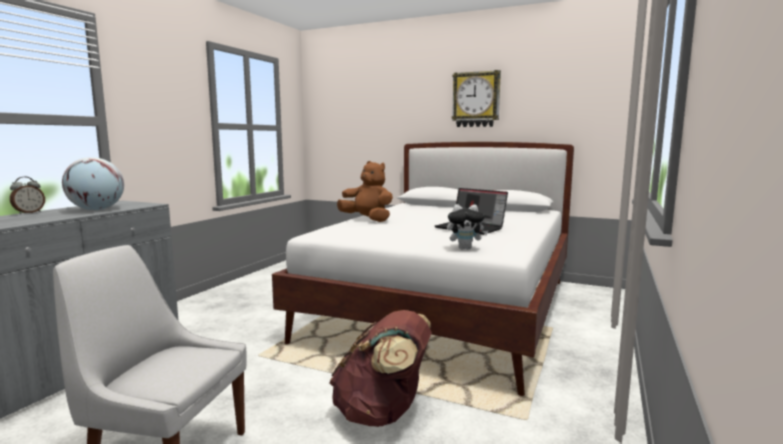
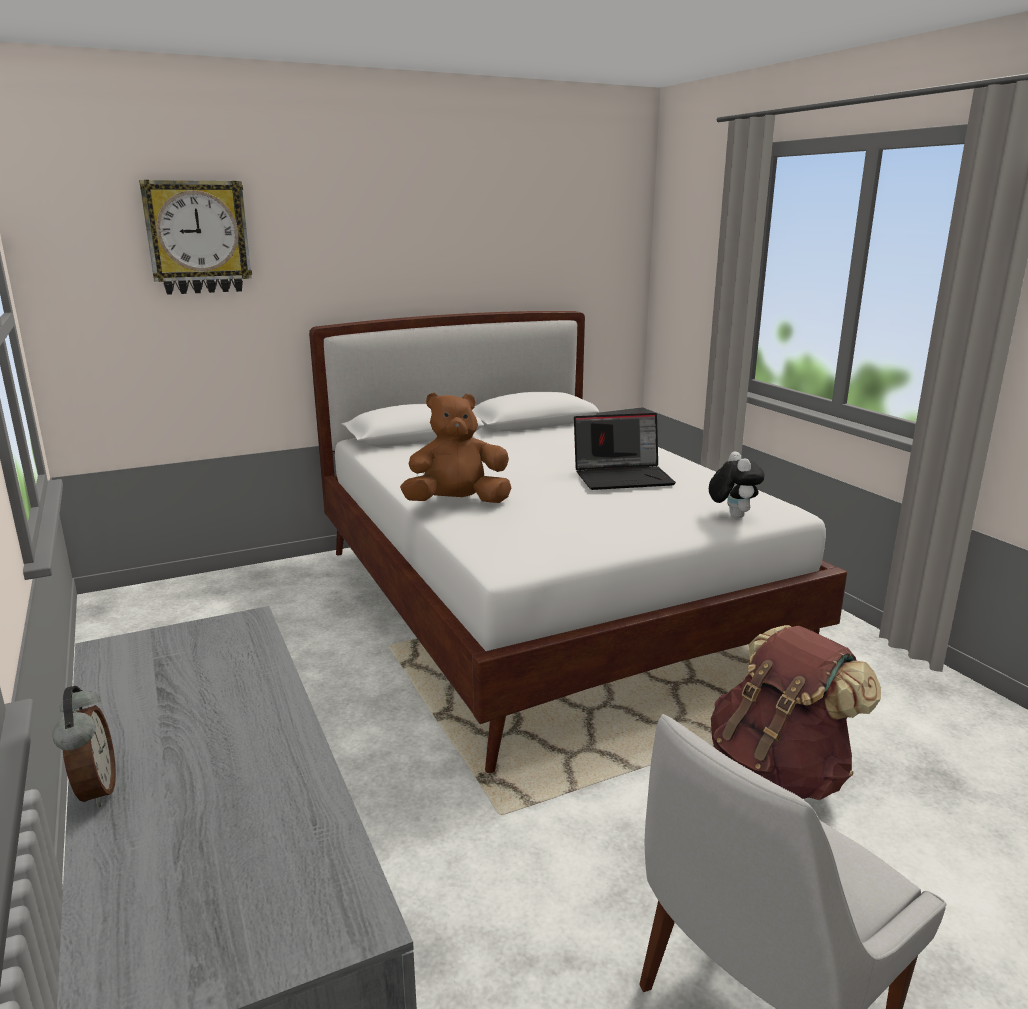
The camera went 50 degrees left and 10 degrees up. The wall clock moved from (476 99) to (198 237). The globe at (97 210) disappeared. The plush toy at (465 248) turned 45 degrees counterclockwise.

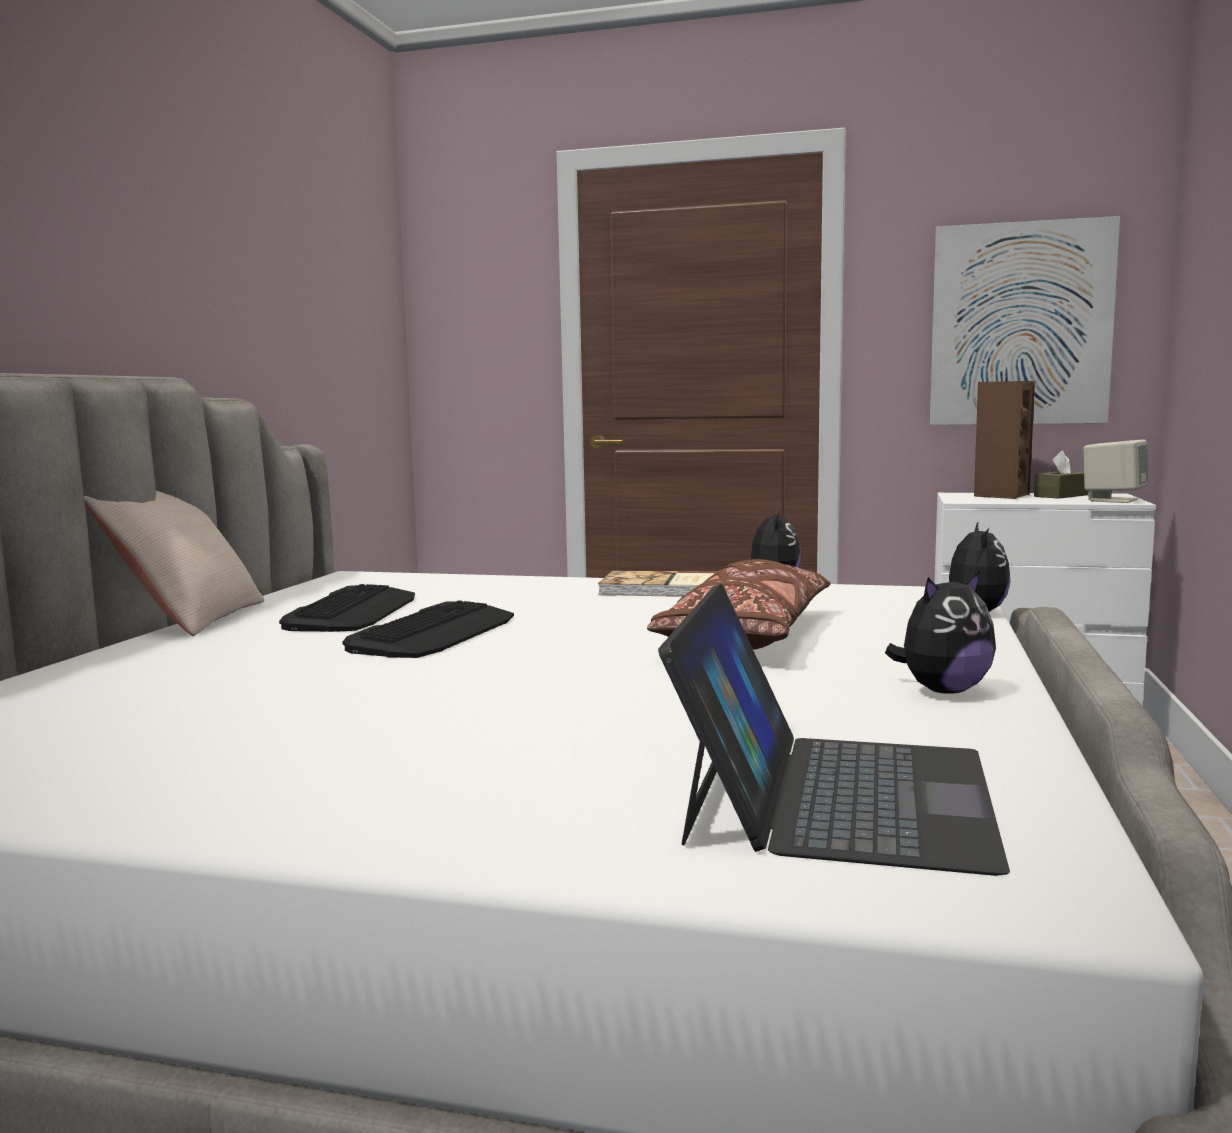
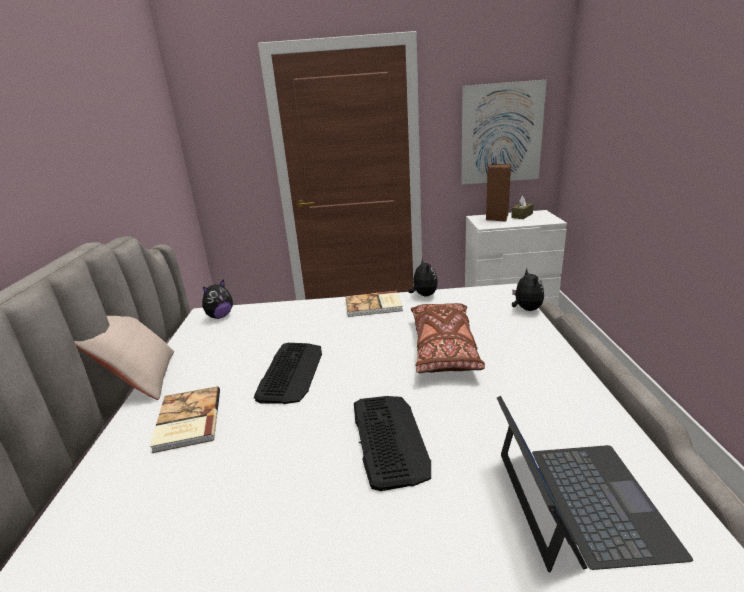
The camera went 15 degrees left and 15 degrees up. The beige speaker at (1113 500) disappeared. The plush toy moved from (943 690) to (220 316). The keyboard moved from (353 611) to (389 438). The book at (186 421) appeared.

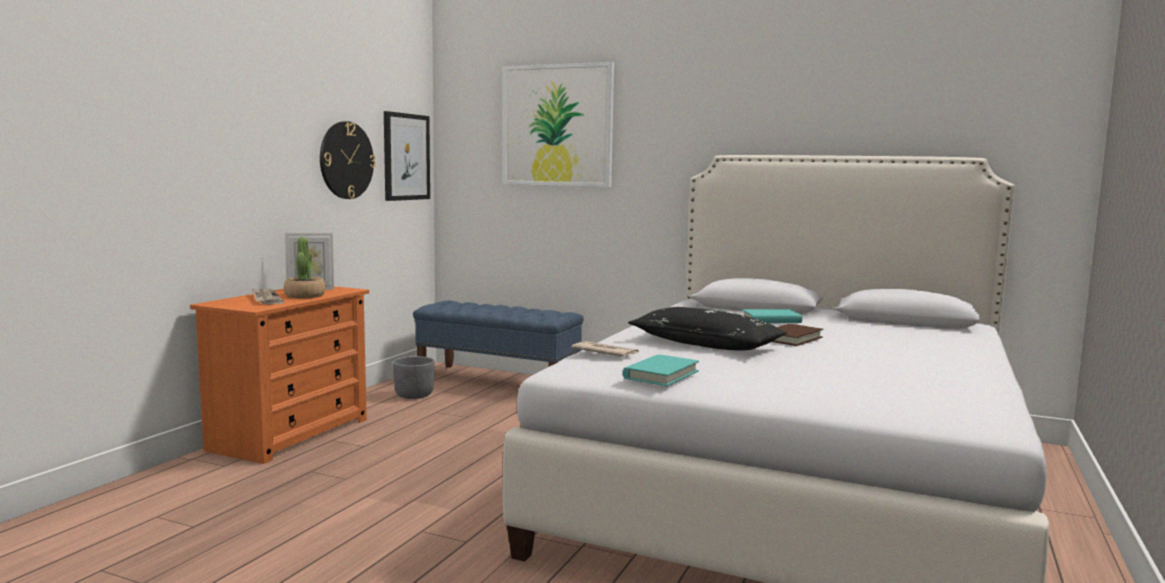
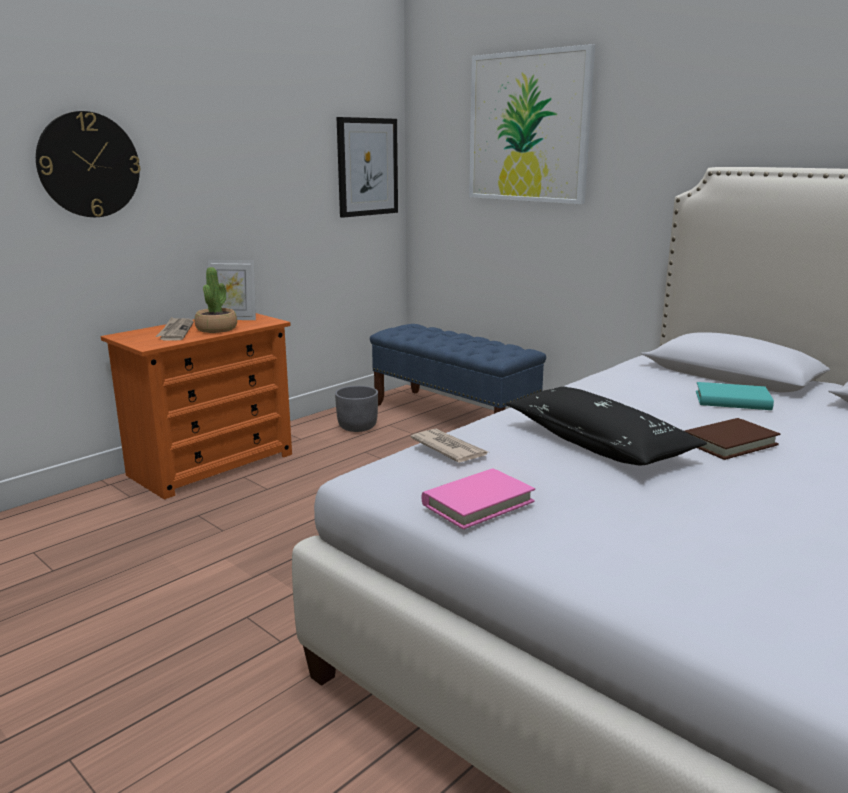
The camera went 20 degrees right and 10 degrees up. The wall clock moved from (346 160) to (89 165). The turquoise book at (661 375) became the pink book at (478 503).

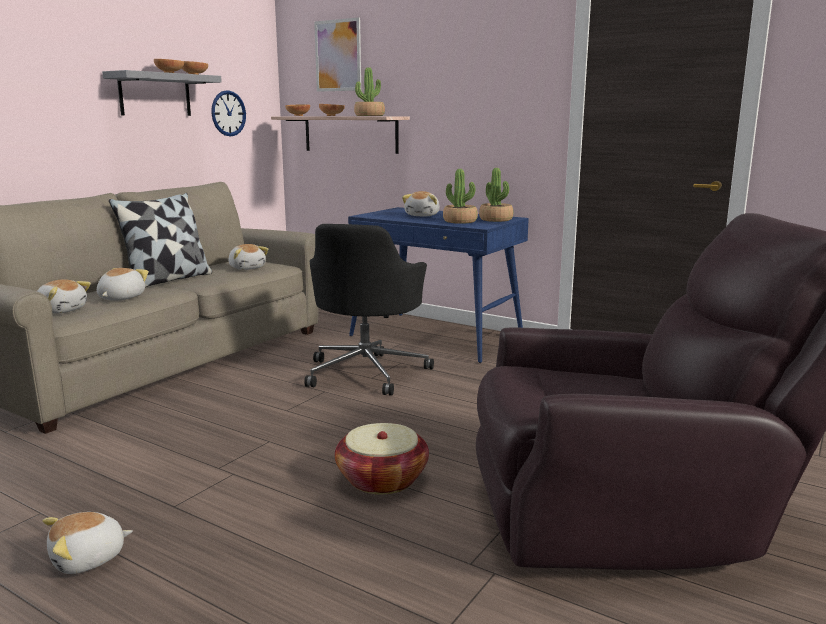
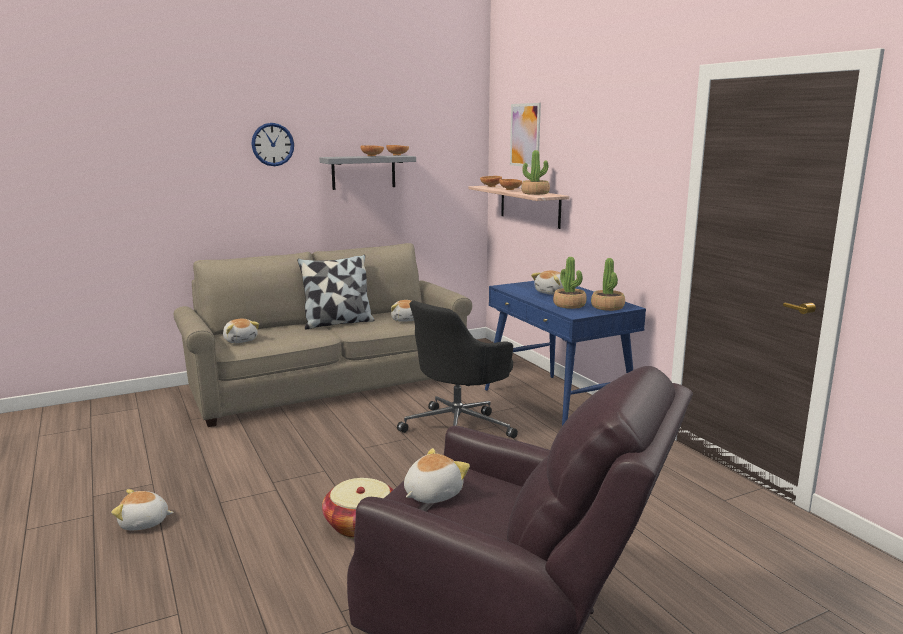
The camera went 30 degrees right and 0 degrees up. The wall clock moved from (228 113) to (272 144). The plush toy moved from (120 298) to (431 494).

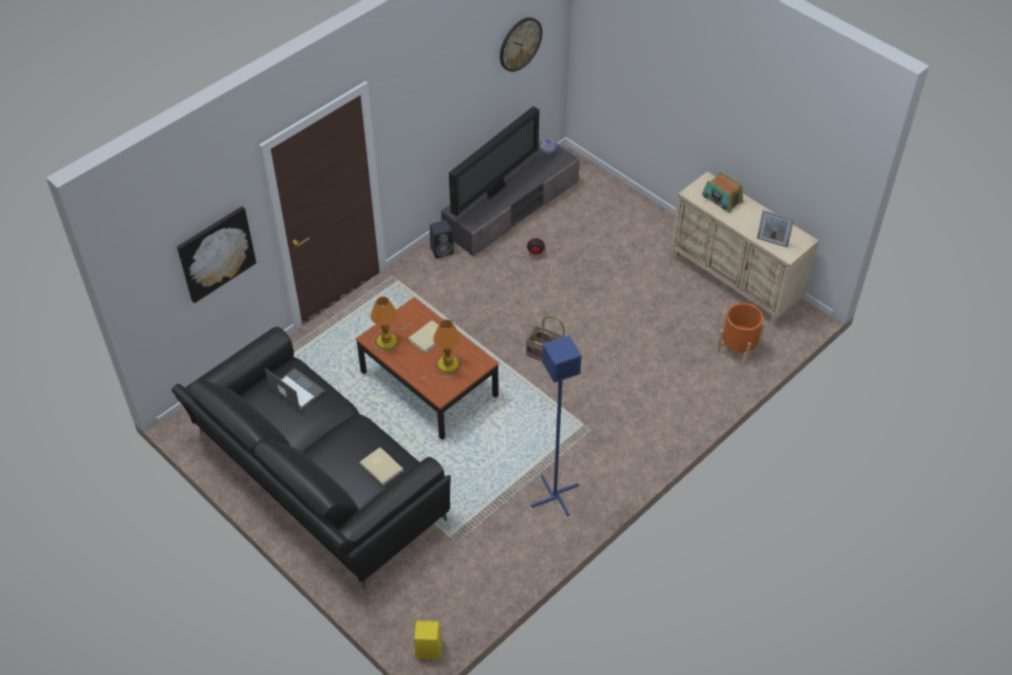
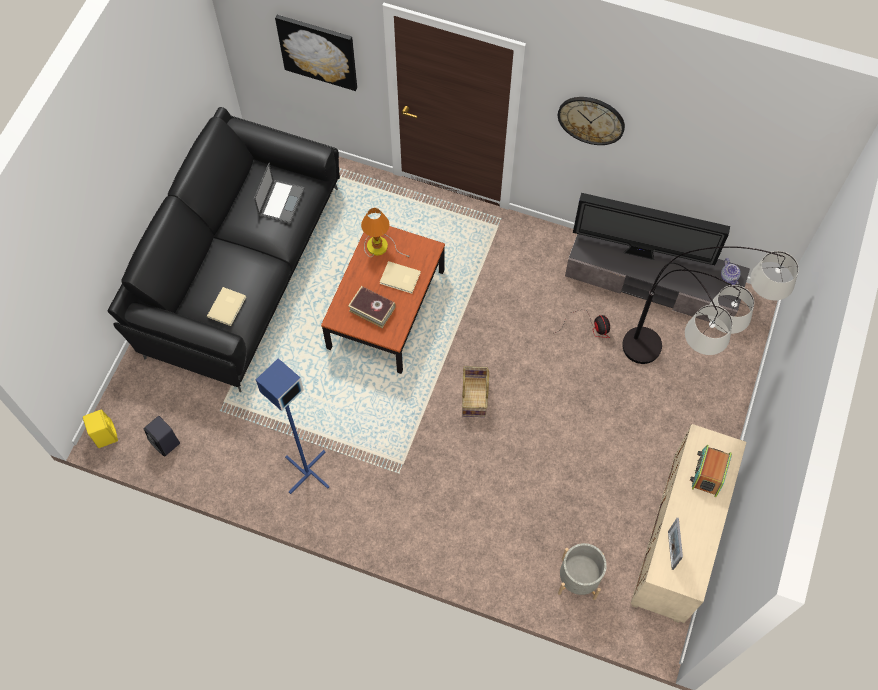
The camera went 65 degrees right and 15 degrees up. The wall clock moved from (520 44) to (591 120). The black speaker moved from (442 250) to (166 443). The orange planter at (738 348) became the grey planter at (578 578). The table lamp at (447 366) was replaced by the book at (372 309). The floor lamp at (676 380) appeared.

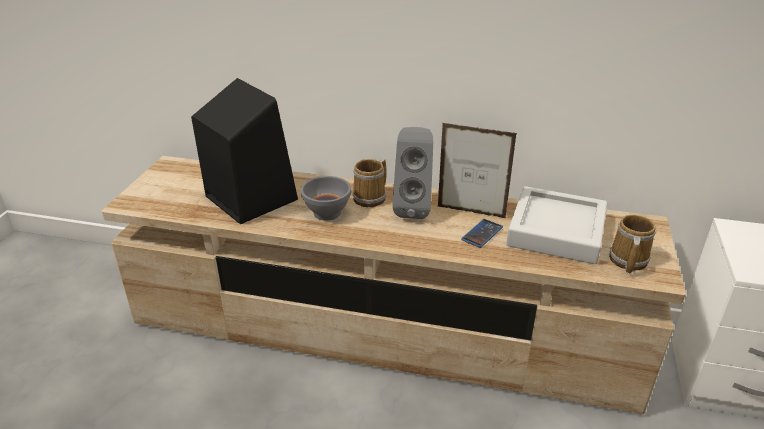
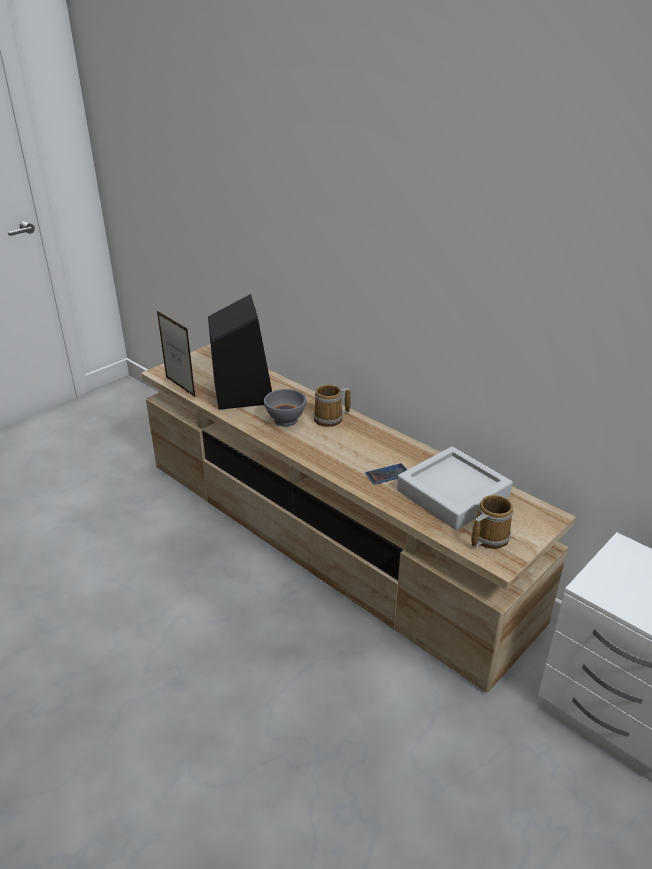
The camera went 30 degrees right and 0 degrees up. The picture frame moved from (471 212) to (180 387). The grey speaker at (413 208) disappeared.

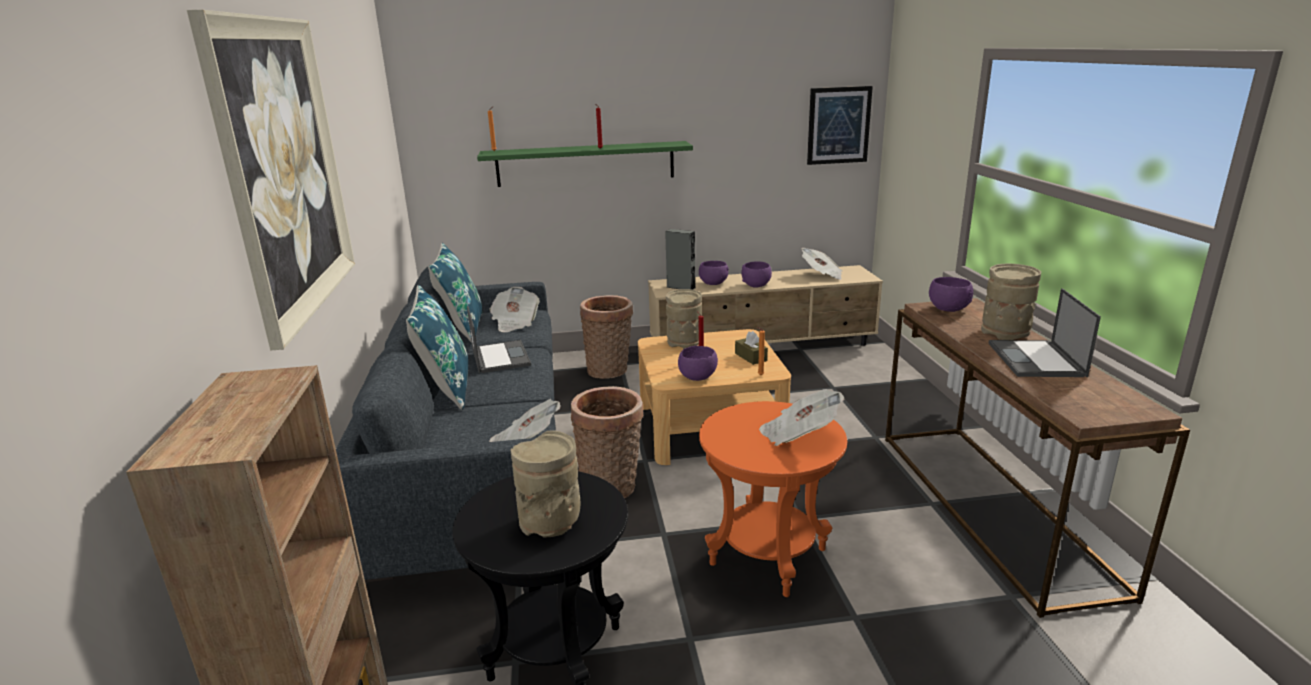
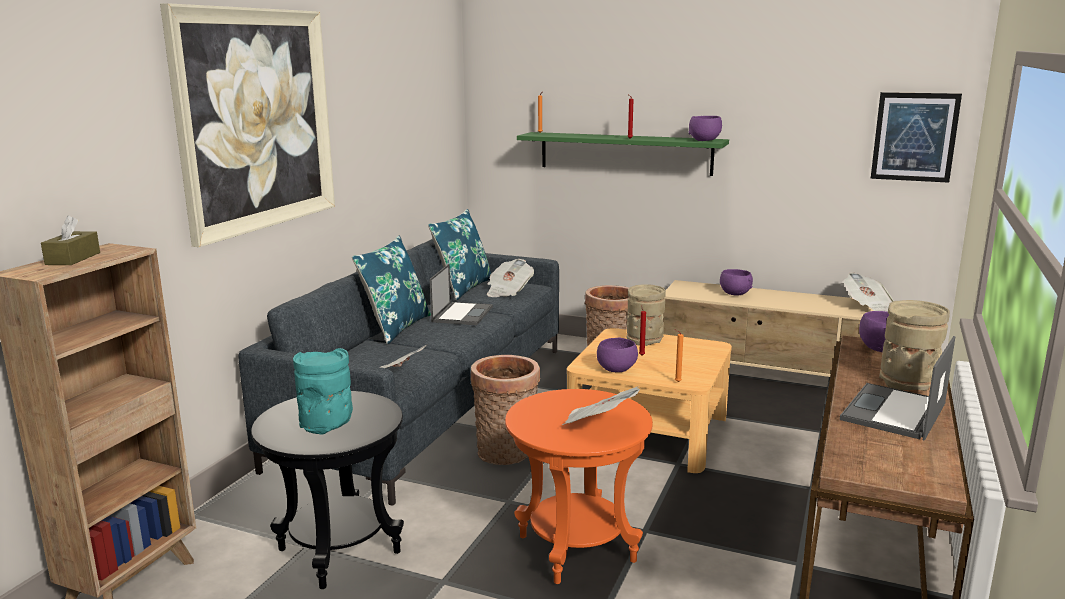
The camera went 30 degrees right and 5 degrees down. The grey speaker at (681 287) disappeared. The purple bowl moved from (756 285) to (704 140). The brown tissue box moved from (750 357) to (73 258). The beige vase at (551 524) became the turquoise vase at (326 426).

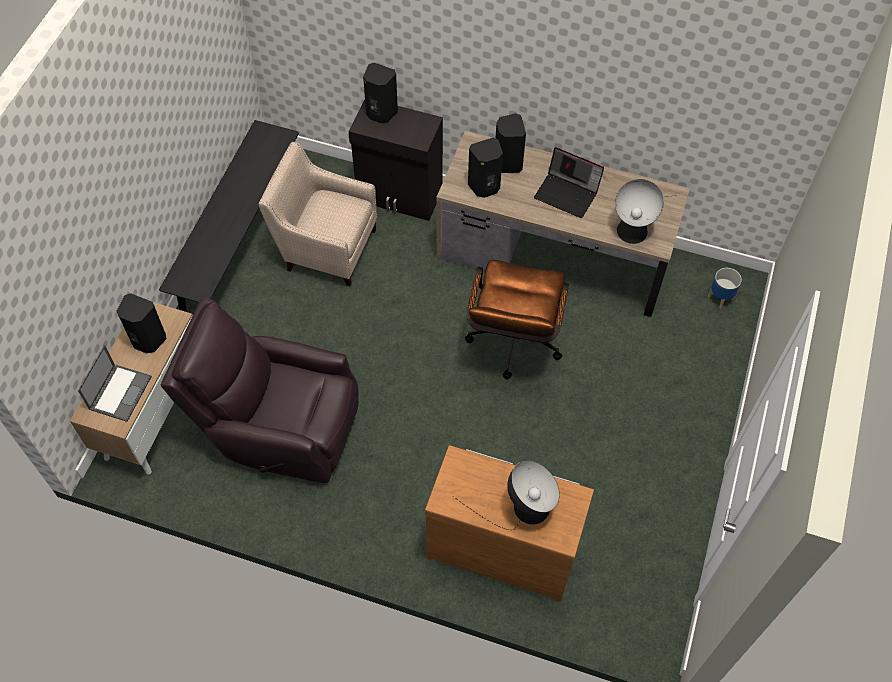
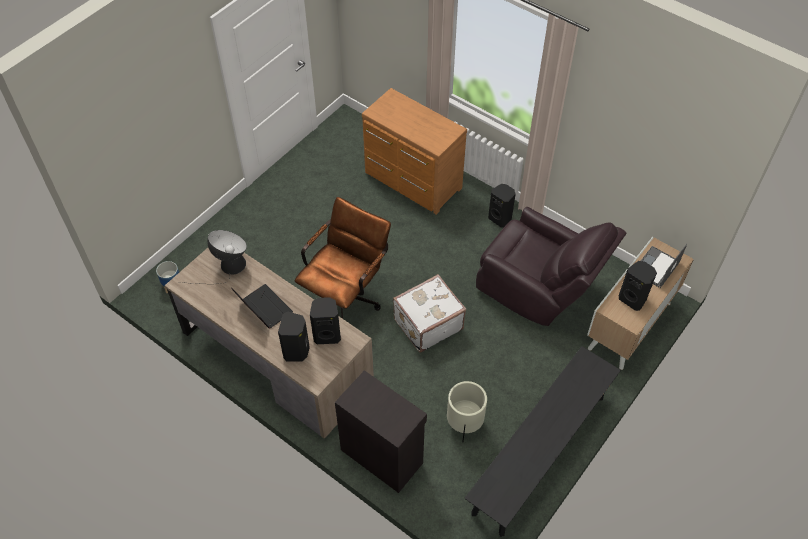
The camera went 160 degrees left and 5 degrees down. The black speaker moved from (380 113) to (500 218). The beige armchair at (326 246) was replaced by the beige planter at (464 424). The table lamp at (524 508) disappeared. The white suitcase at (427 323) appeared.

